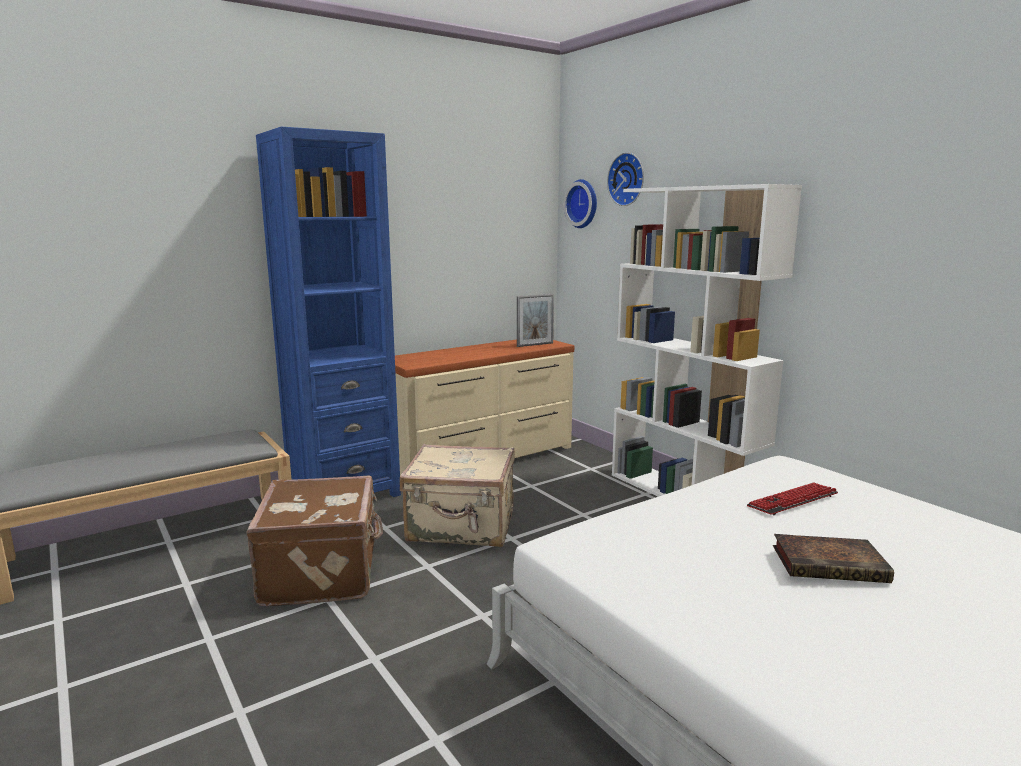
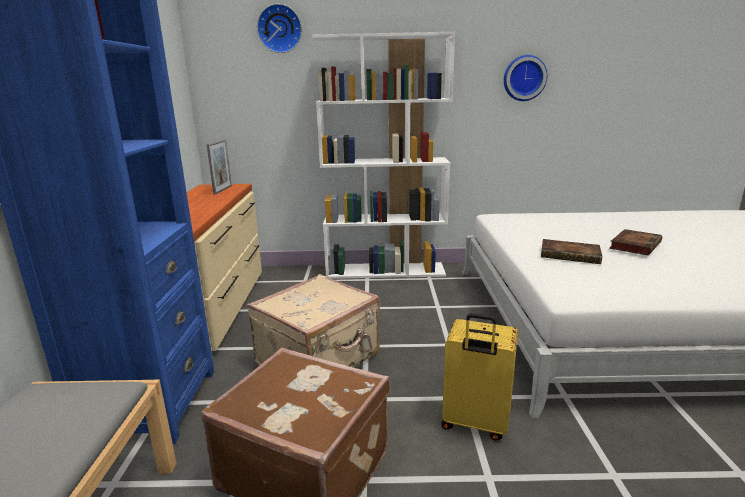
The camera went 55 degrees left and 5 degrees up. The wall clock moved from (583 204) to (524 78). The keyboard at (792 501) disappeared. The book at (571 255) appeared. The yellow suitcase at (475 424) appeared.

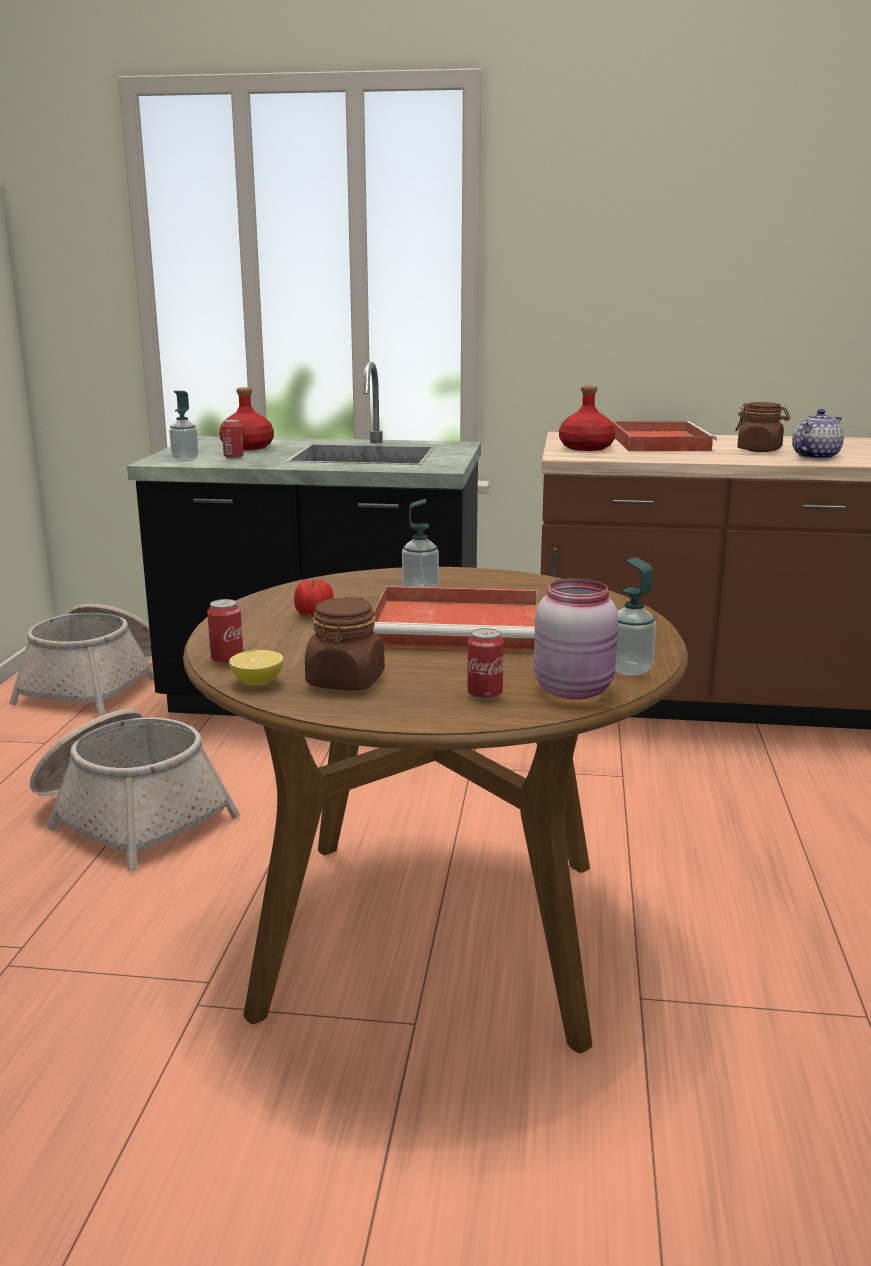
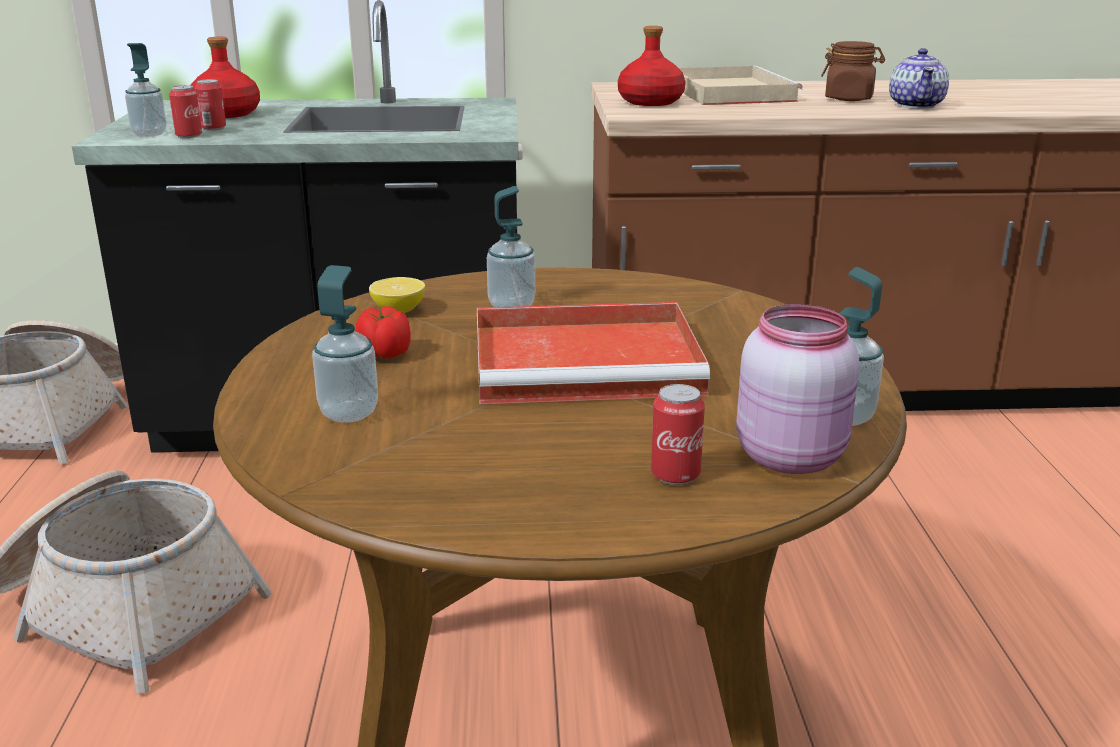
The camera went 10 degrees left and 5 degrees up. The teapot at (814 456) turned 150 degrees clockwise. The red tray at (658 442) became the beige tray at (728 92). The brown jar at (345 681) disappeared. The can moved from (227 660) to (188 136). The lemon moved from (257 683) to (398 311). The soap dispenser at (349 413) appeared.

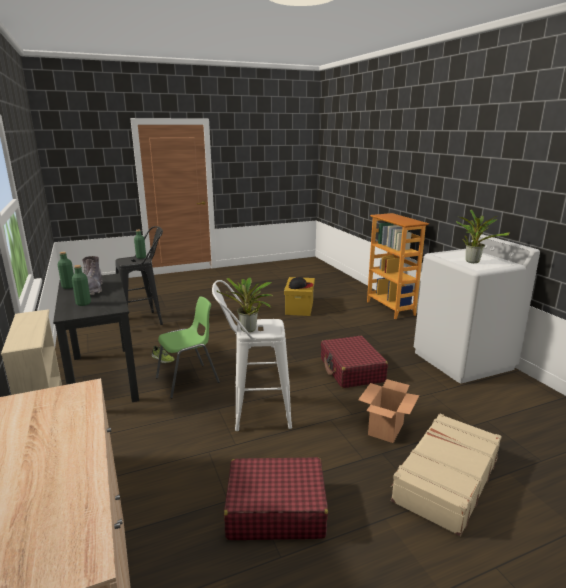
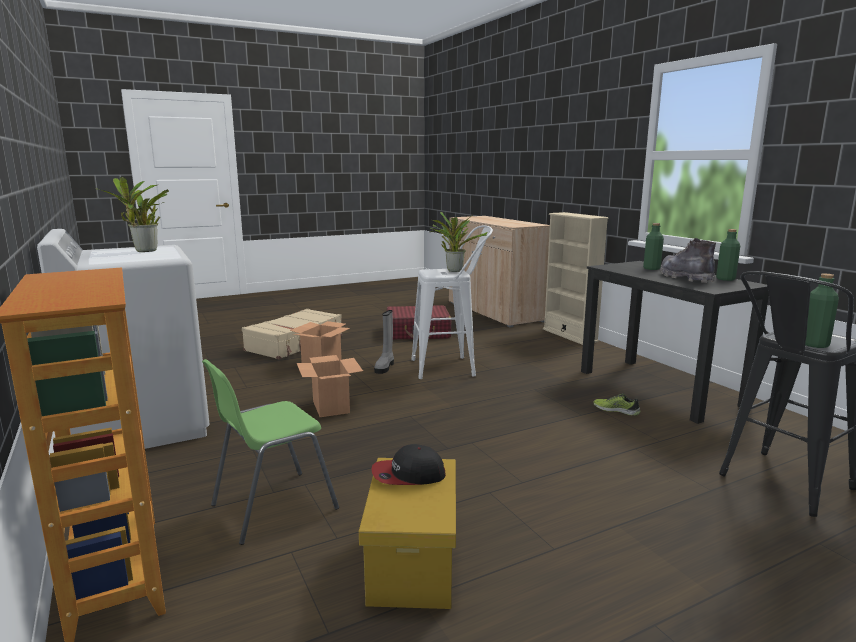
The camera went 175 degrees right and 5 degrees down. The green chair moved from (188 380) to (272 506). The red suitcase at (351 370) was replaced by the cardboard box at (330 407). The grey boot at (385 367) appeared.

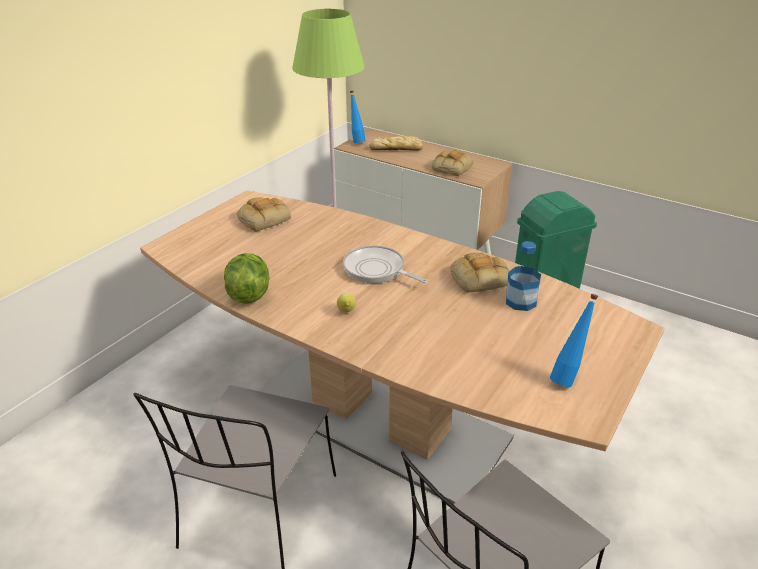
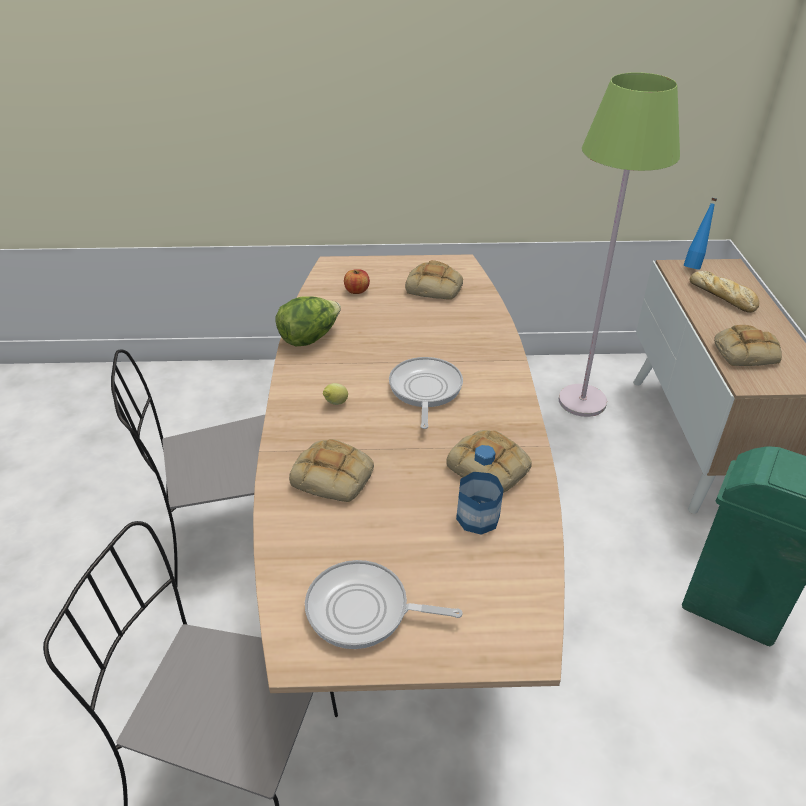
The camera went 55 degrees right and 5 degrees up. The blue bottle at (567 377) was replaced by the frying pan at (364 610). The apple at (357 291) appeared. The bread at (334 476) appeared.

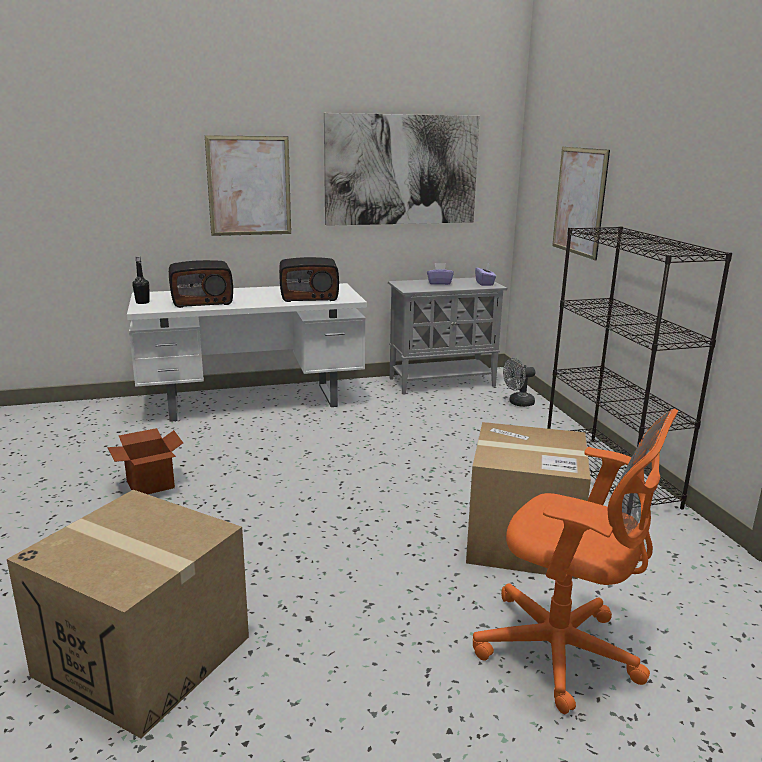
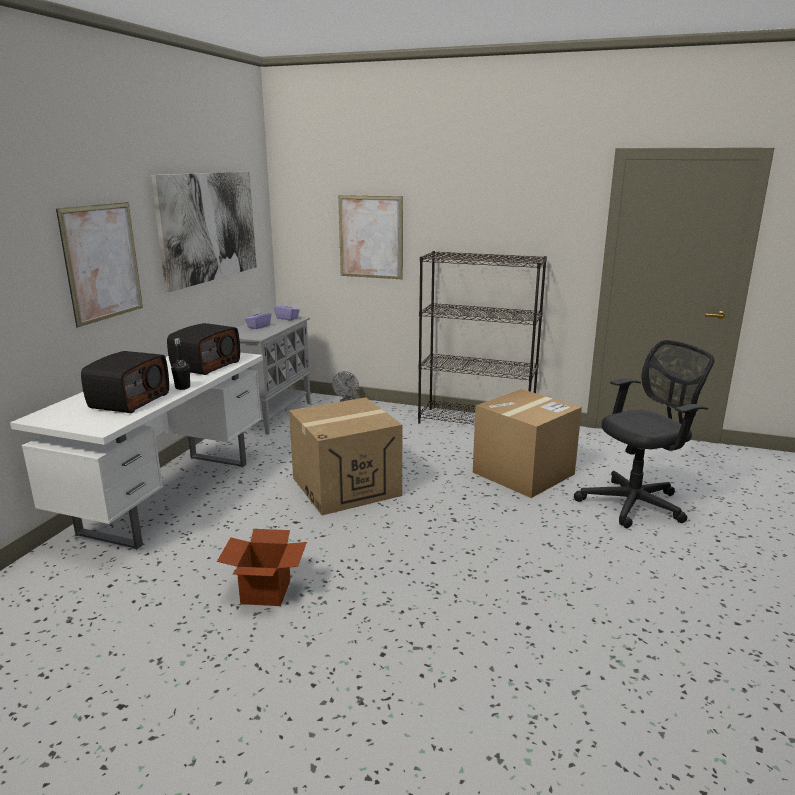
The camera went 55 degrees left and 0 degrees up. The black bottle moved from (142 302) to (182 387). The orange office chair at (563 653) became the black office chair at (636 503). The cardboard box moved from (144 656) to (346 486).

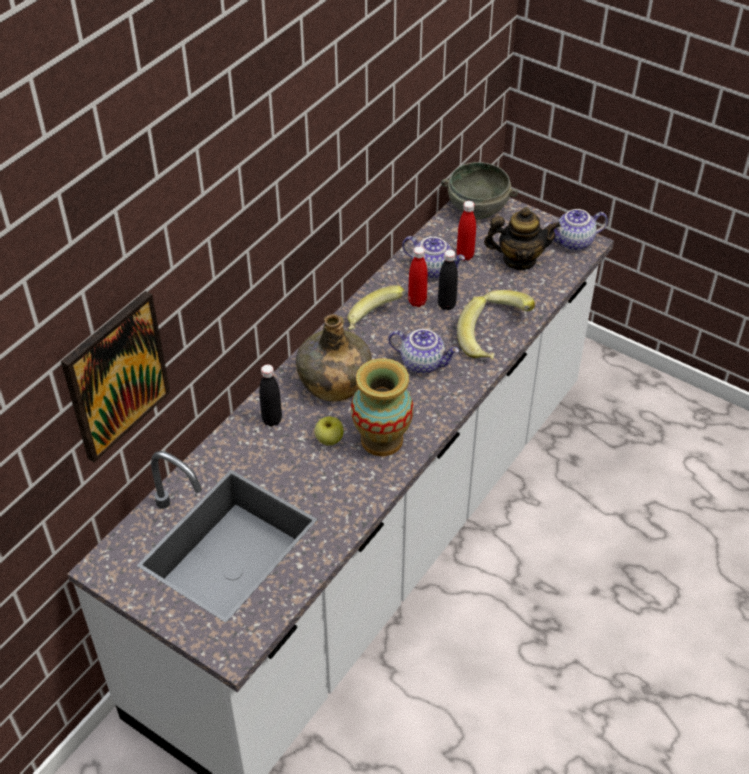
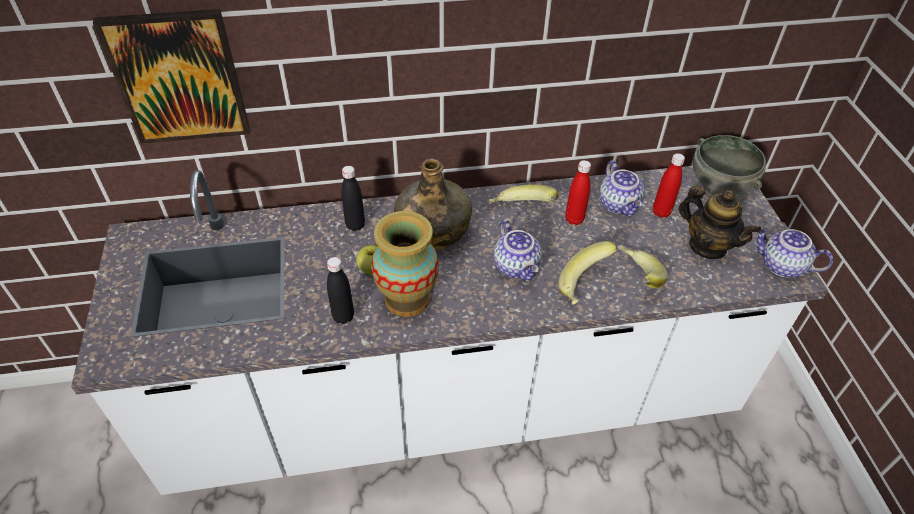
The camera went 45 degrees right and 0 degrees up. The black bottle moved from (446 305) to (343 316).

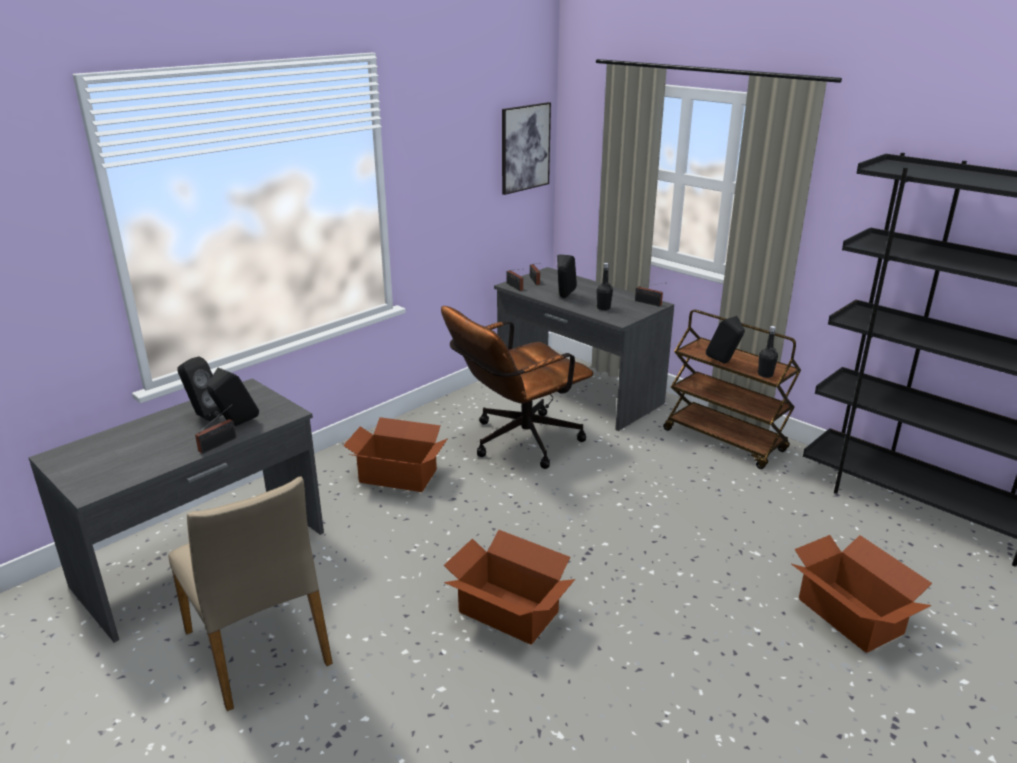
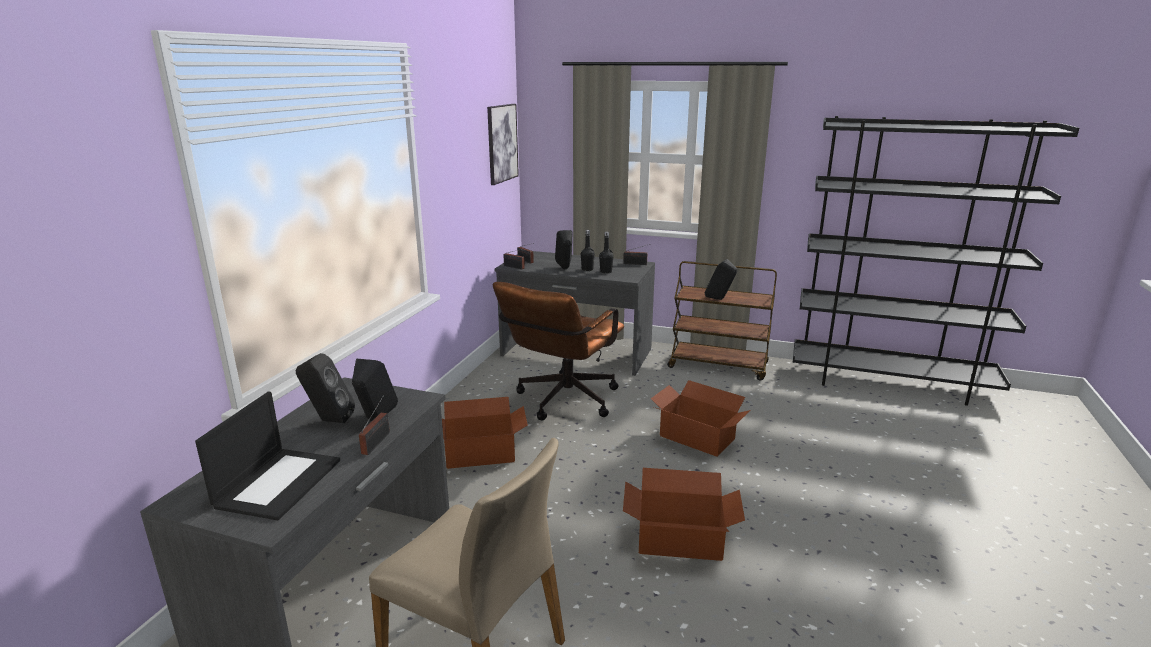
The camera went 25 degrees left and 5 degrees down. The black bottle moved from (765 374) to (587 269). The cardboard box moved from (849 617) to (697 438). The laptop at (278 482) appeared.

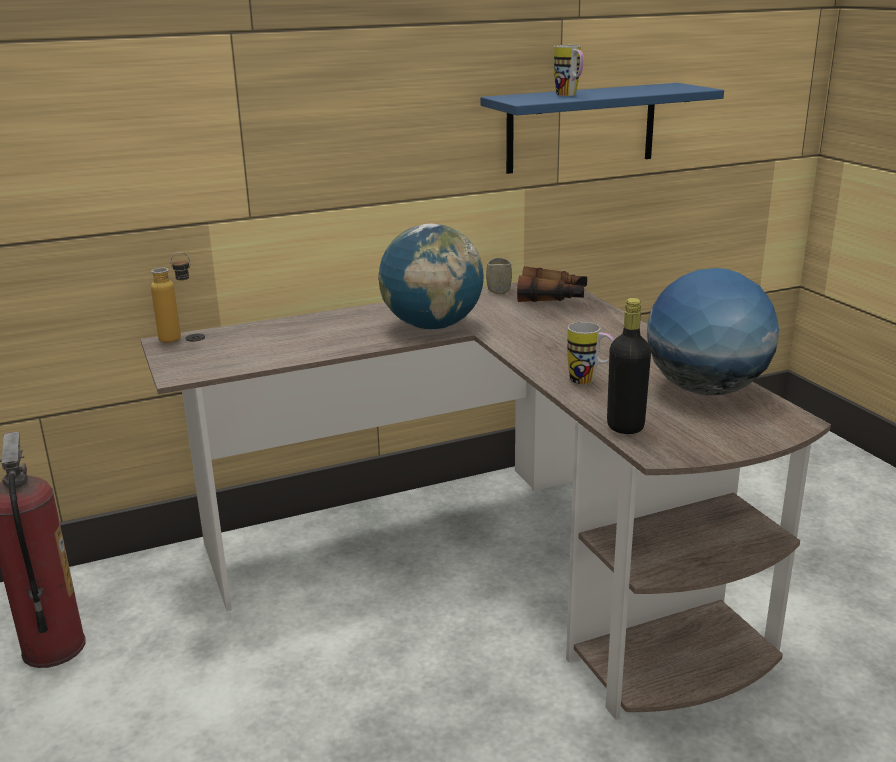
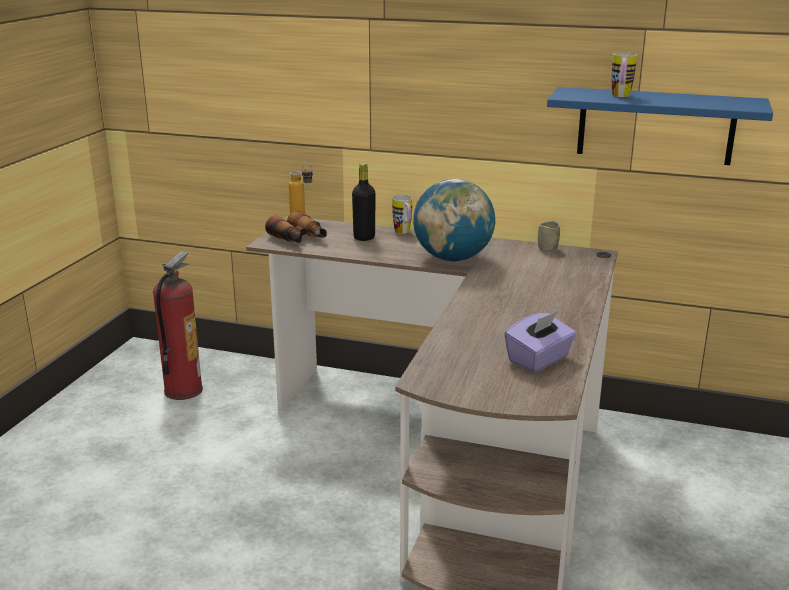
The camera went 40 degrees right and 0 degrees up. The binoculars moved from (552 297) to (299 239). The globe at (705 390) was replaced by the purple tissue box at (539 360). The black bottle moved from (625 426) to (364 237). The mug moved from (589 381) to (404 233).

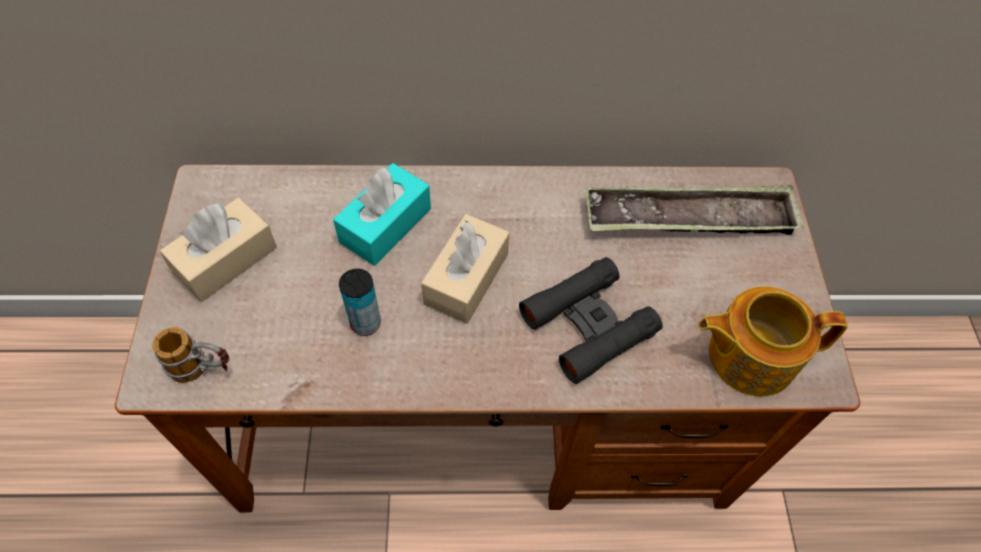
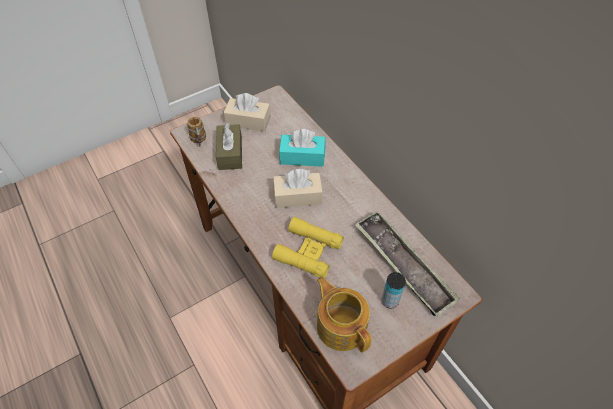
The camera went 60 degrees right and 5 degrees down. The black binoculars at (588 324) became the yellow binoculars at (308 251). The can moved from (365 323) to (390 301). The brown tissue box at (230 153) appeared.

